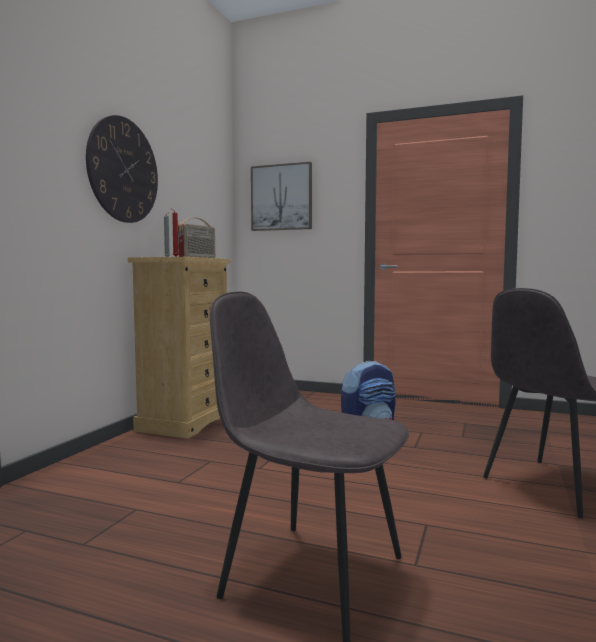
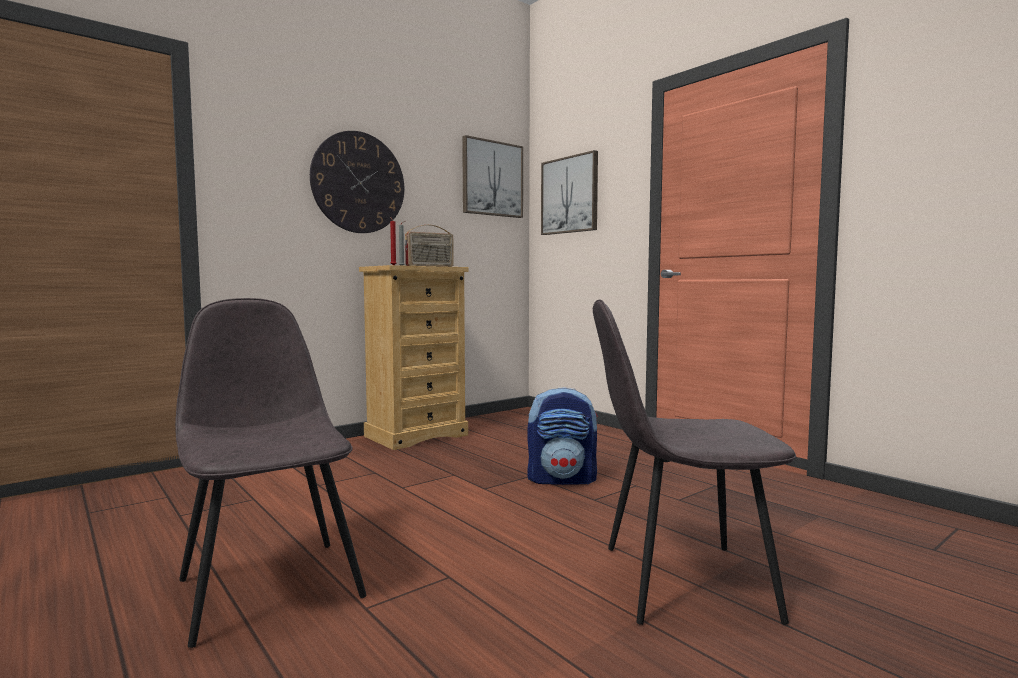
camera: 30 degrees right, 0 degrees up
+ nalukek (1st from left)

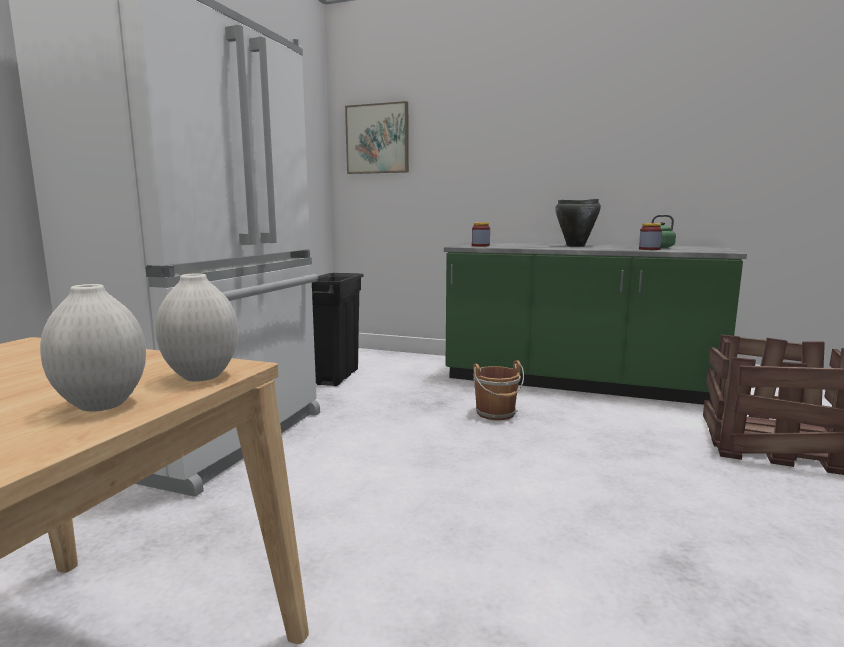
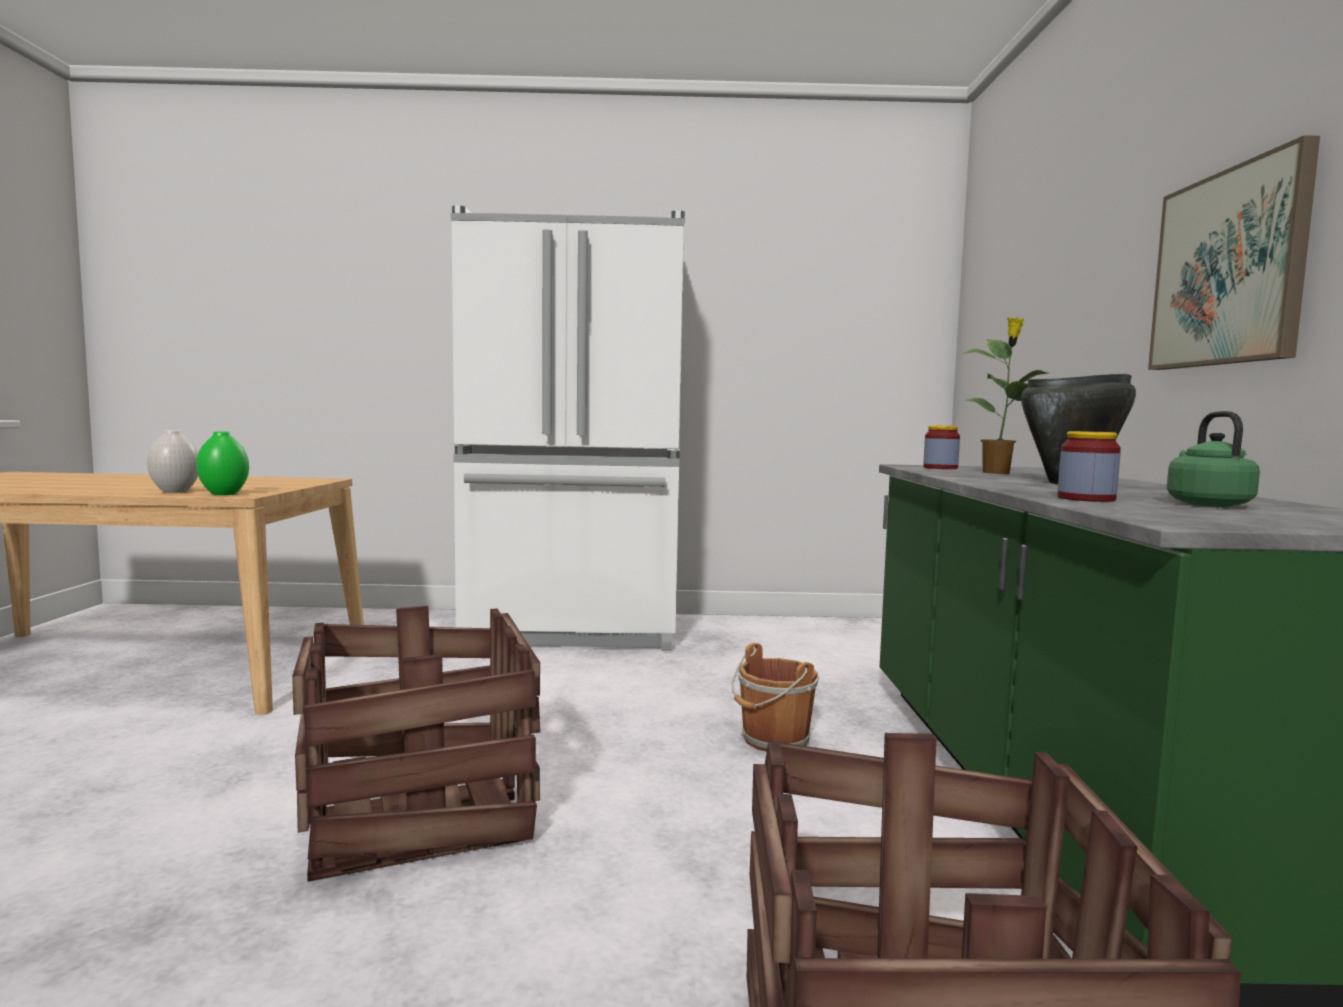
camera: 70 degrees right, 5 degrees down
- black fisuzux
+ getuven (1st from left)
+ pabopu
~ nalukek
~ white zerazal (2nd from left) to green zerazal

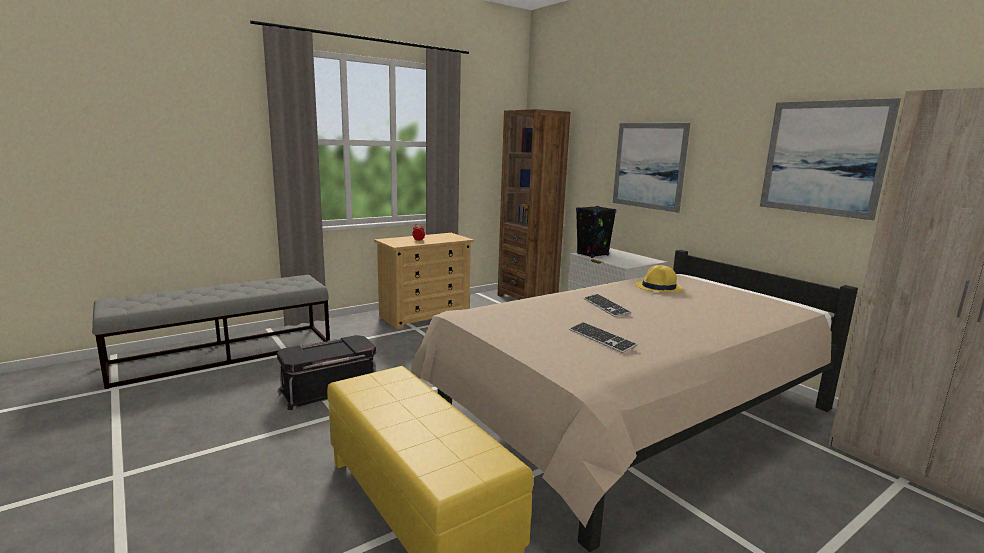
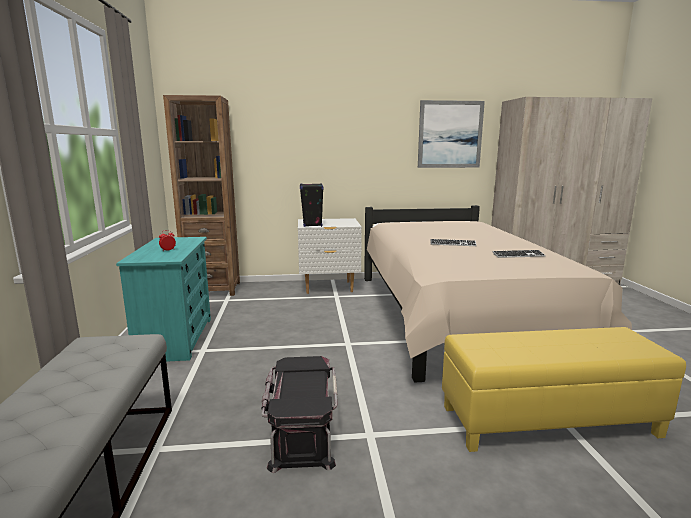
camera: 60 degrees left, 0 degrees up
- nalukek (1st from left)
- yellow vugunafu
~ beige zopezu to turquoise zopezu

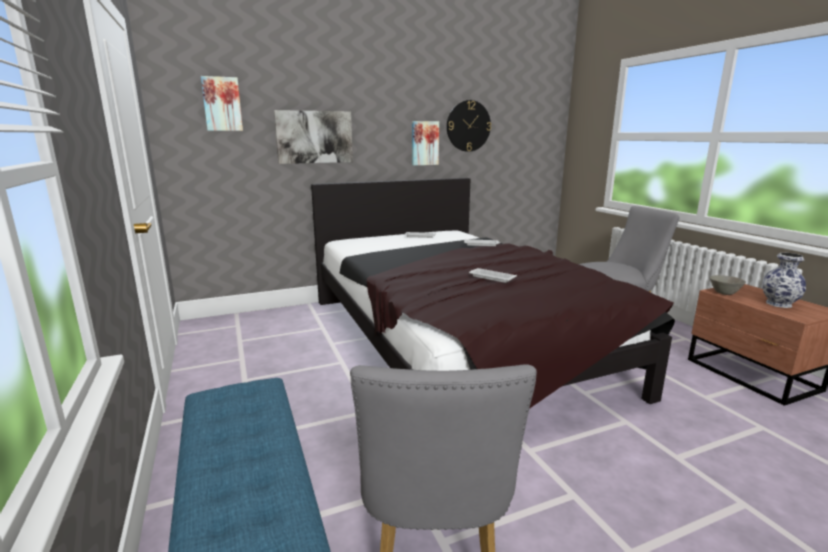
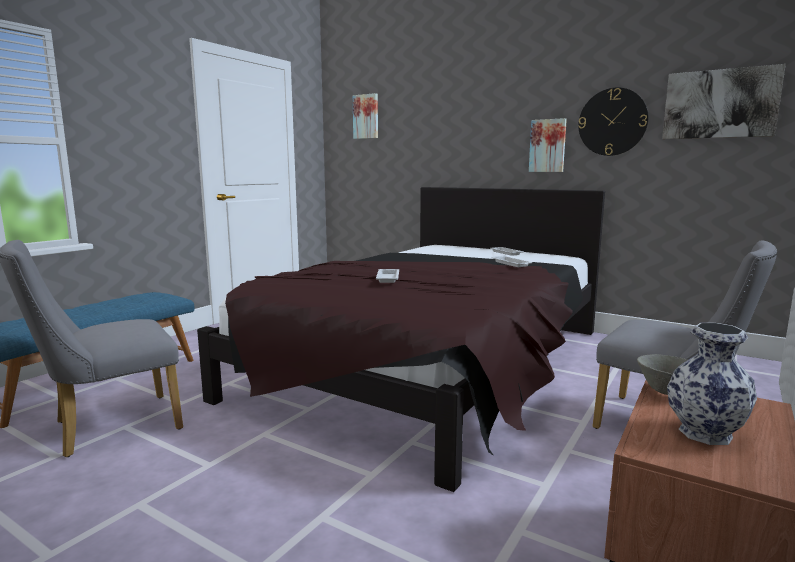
camera: 55 degrees right, 5 degrees down
~ nalukek (2nd from left in the first image) to nalukek (3rd from left)

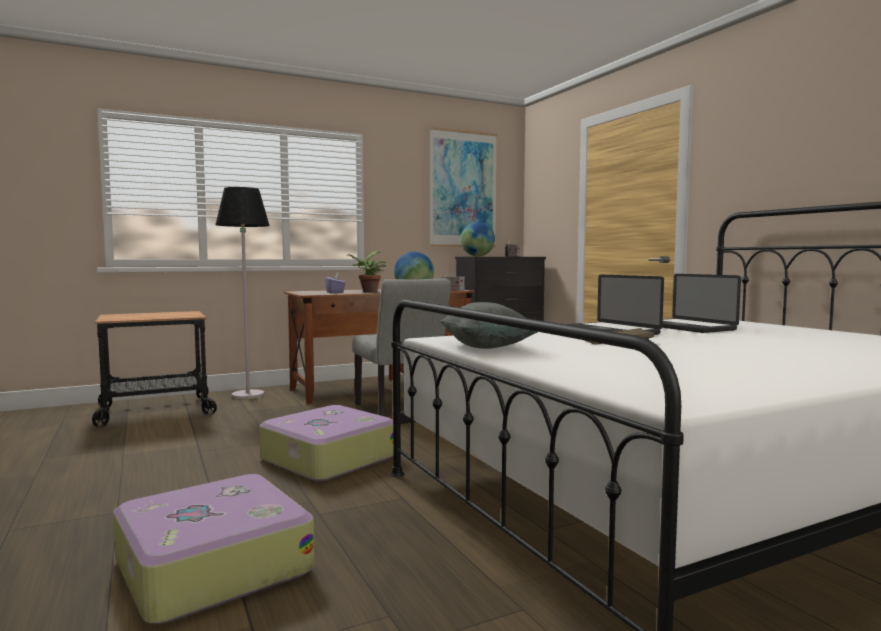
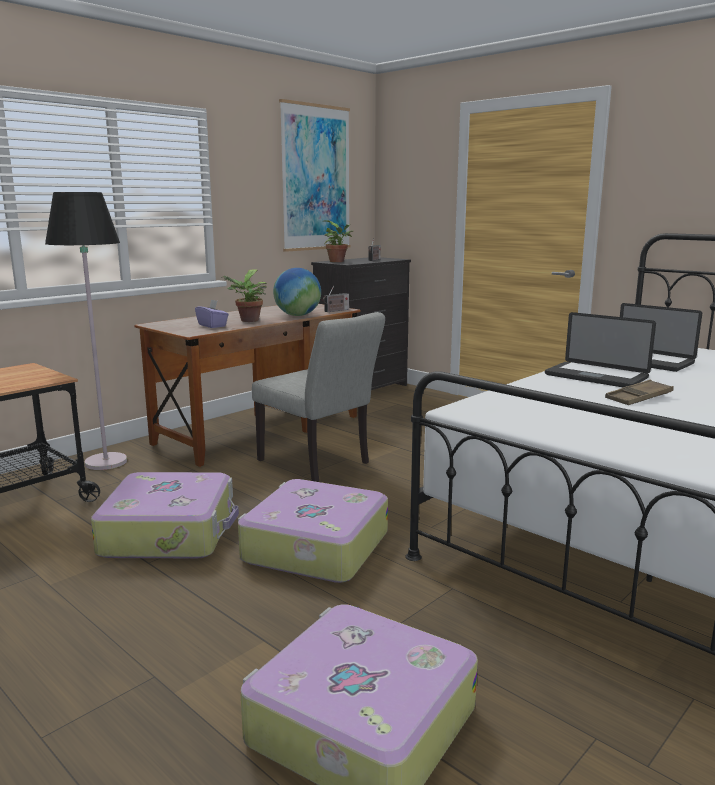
camera: 20 degrees left, 10 degrees up
- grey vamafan
+ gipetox (1st from left)
~ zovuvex (2nd from left) to pabopu (2nd from left)

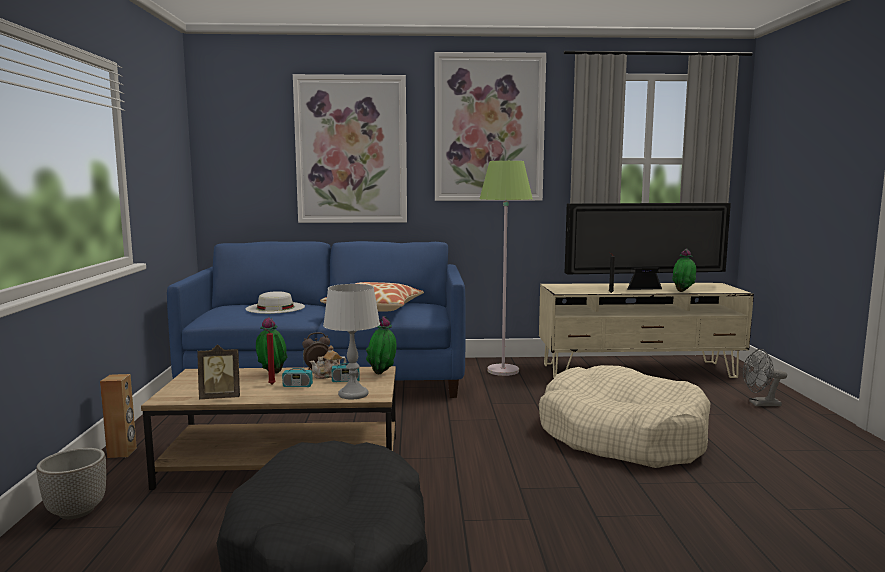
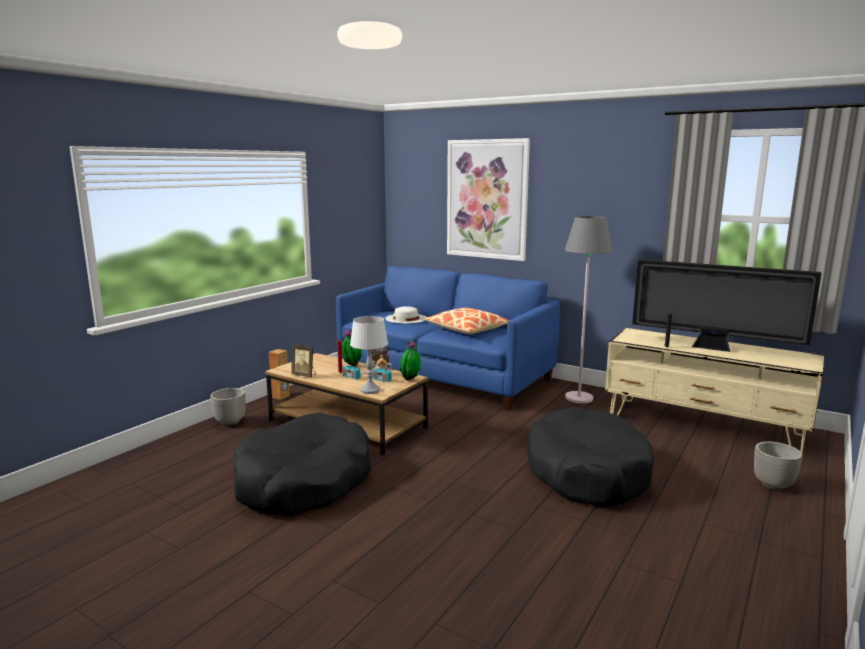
camera: 35 degrees right, 5 degrees up
- nalukek (2nd from left)
- pabopu (3rd from left)
~ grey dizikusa to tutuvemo (2nd from left)
~ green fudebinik to grey fudebinik
~ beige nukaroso to black nukaroso (2nd from left)

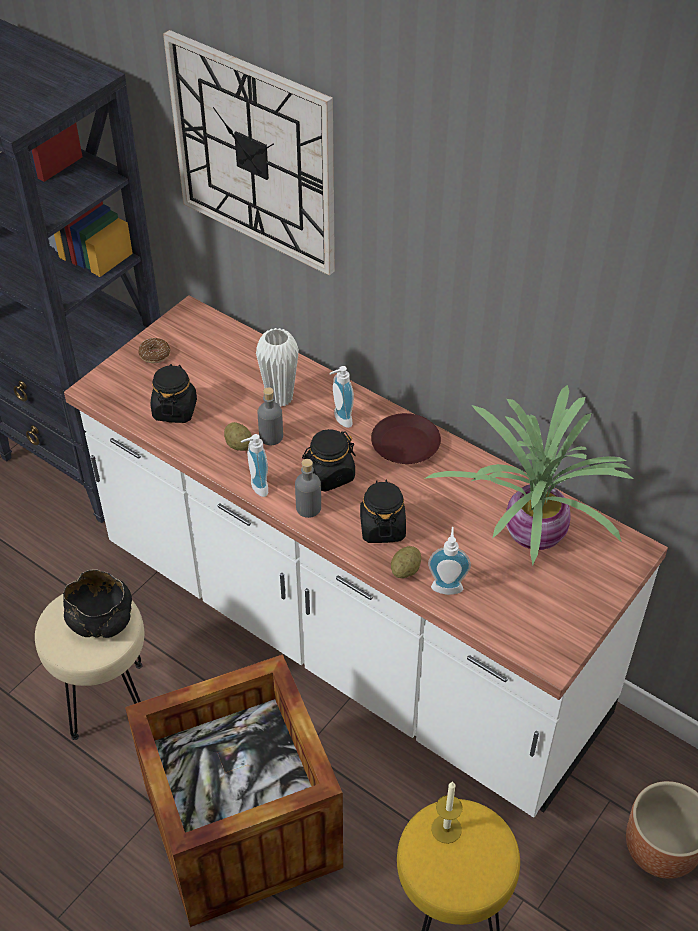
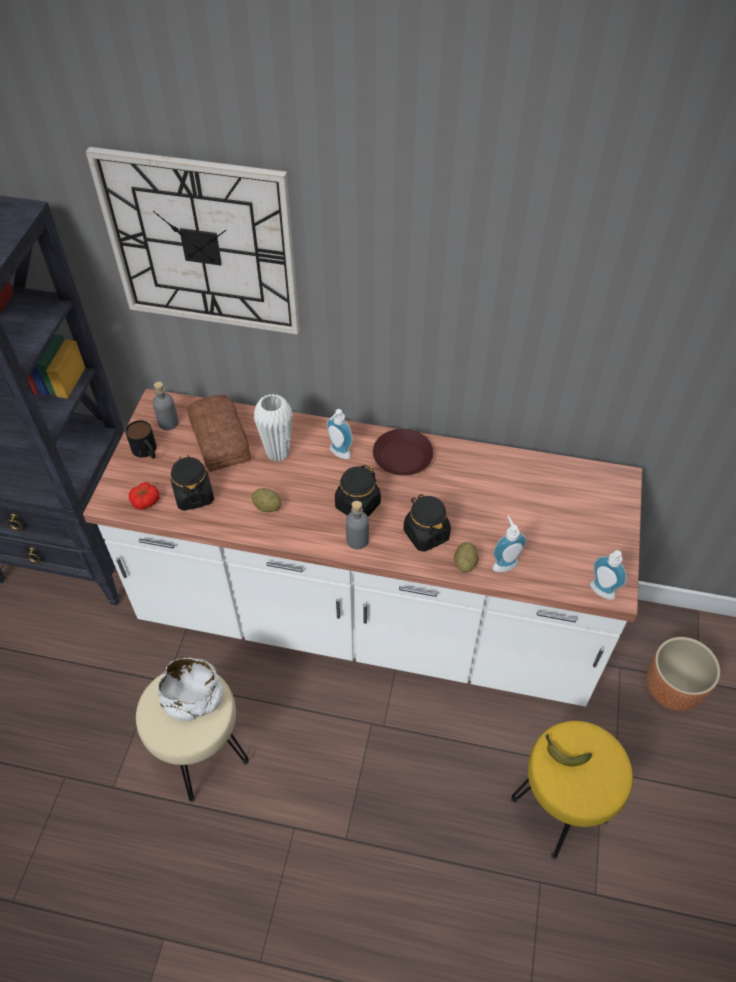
camera: 25 degrees left, 5 degrees up
- getuven
- pabopu
+ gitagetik
+ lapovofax
~ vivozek (1st from left in the first image) to vivozek (3rd from left)
~ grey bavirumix (1st from left)
~ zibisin to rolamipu
~ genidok to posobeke
~ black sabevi to white sabevi

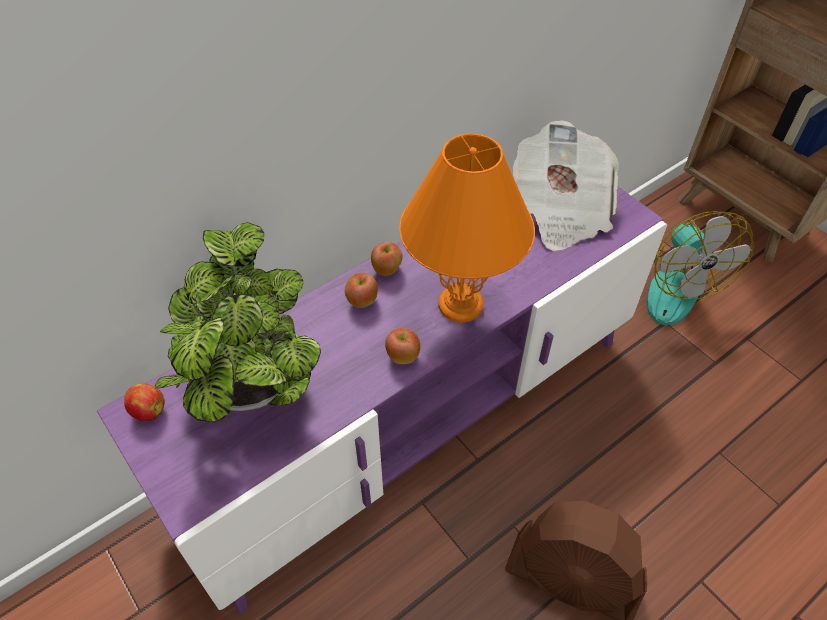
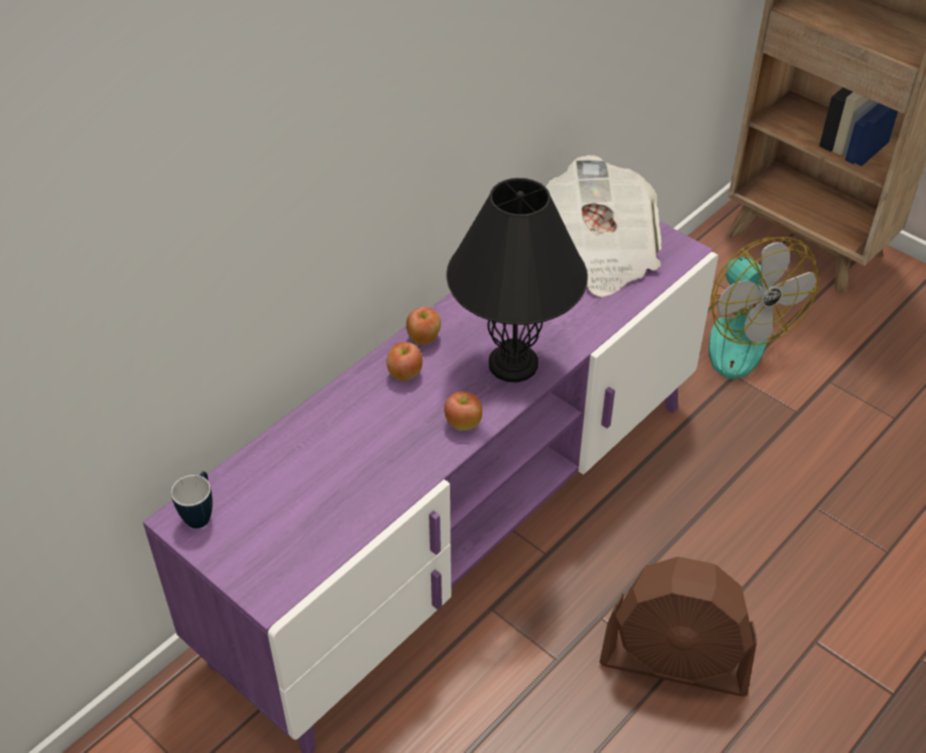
camera: 10 degrees left, 5 degrees down
- pabopu
~ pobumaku (1st from left) to rolamipu
~ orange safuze to black safuze

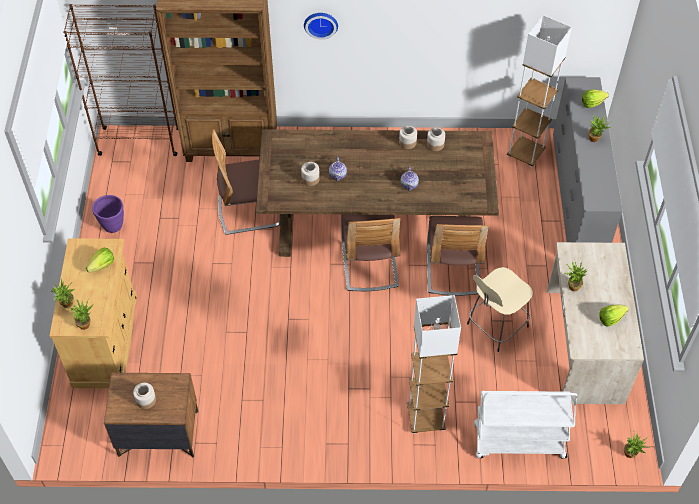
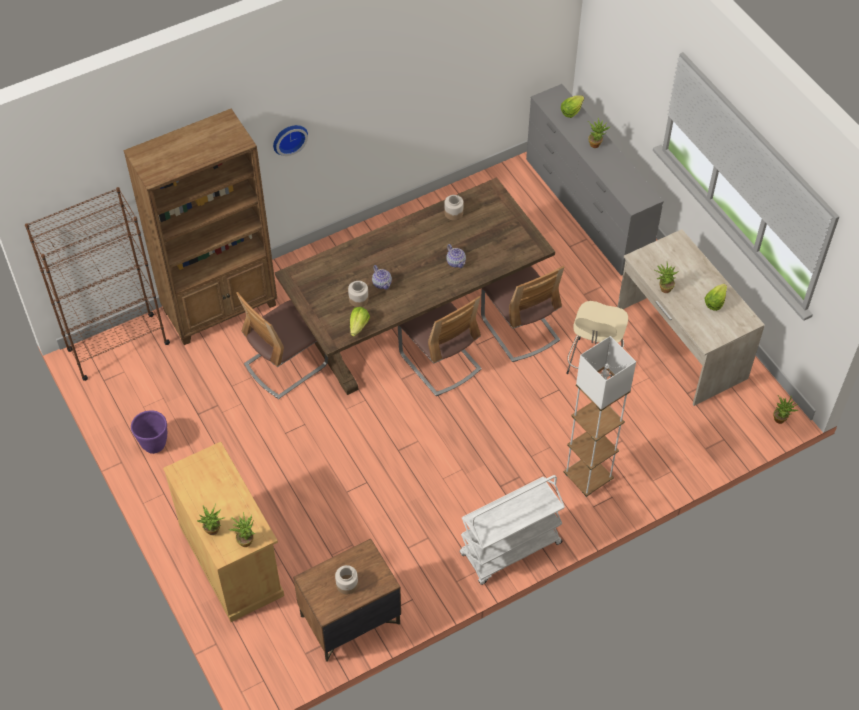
camera: 30 degrees left, 0 degrees up
- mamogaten (3rd from left)
- white fudebinik (2nd from left)
~ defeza (1st from left)
~ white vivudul

